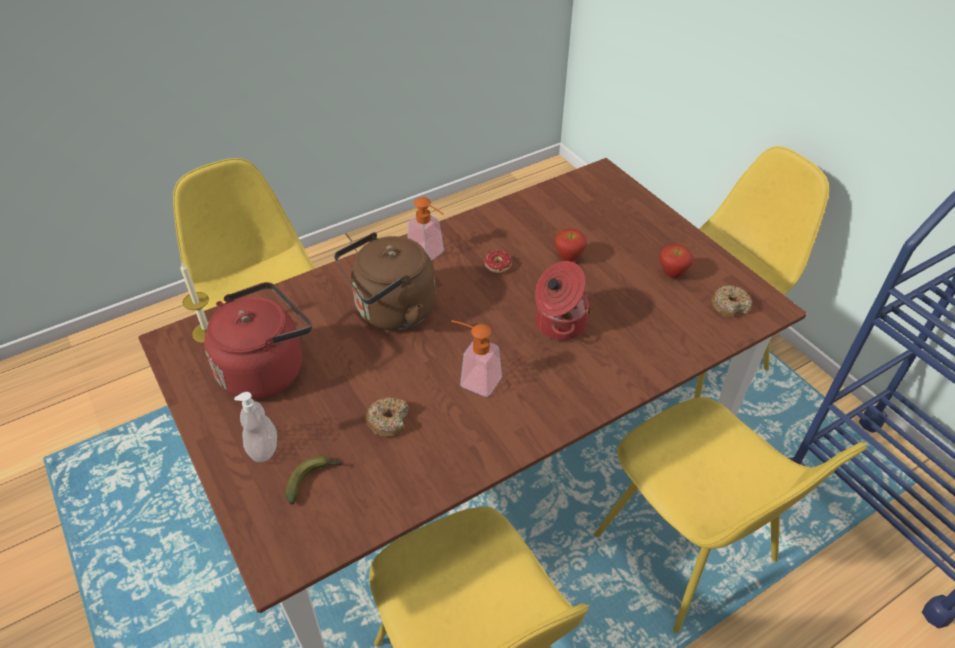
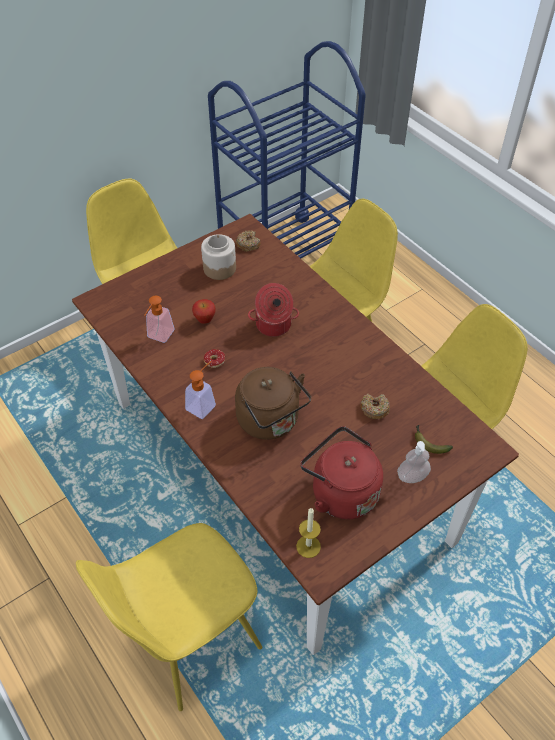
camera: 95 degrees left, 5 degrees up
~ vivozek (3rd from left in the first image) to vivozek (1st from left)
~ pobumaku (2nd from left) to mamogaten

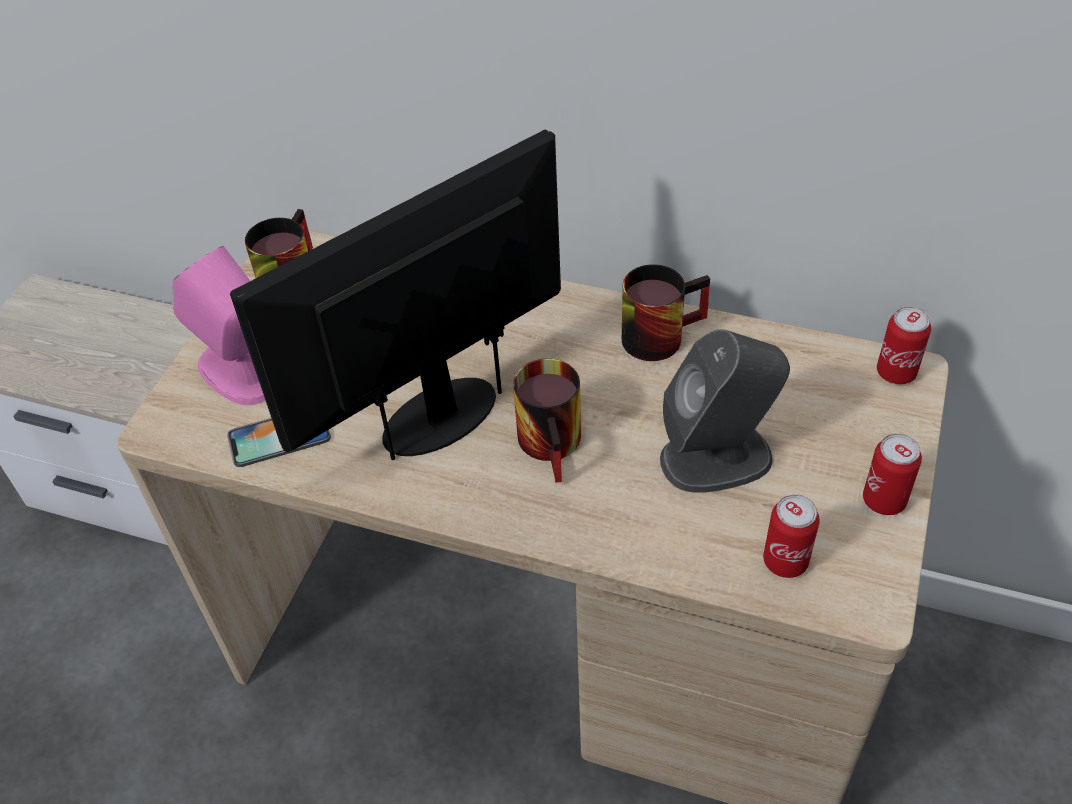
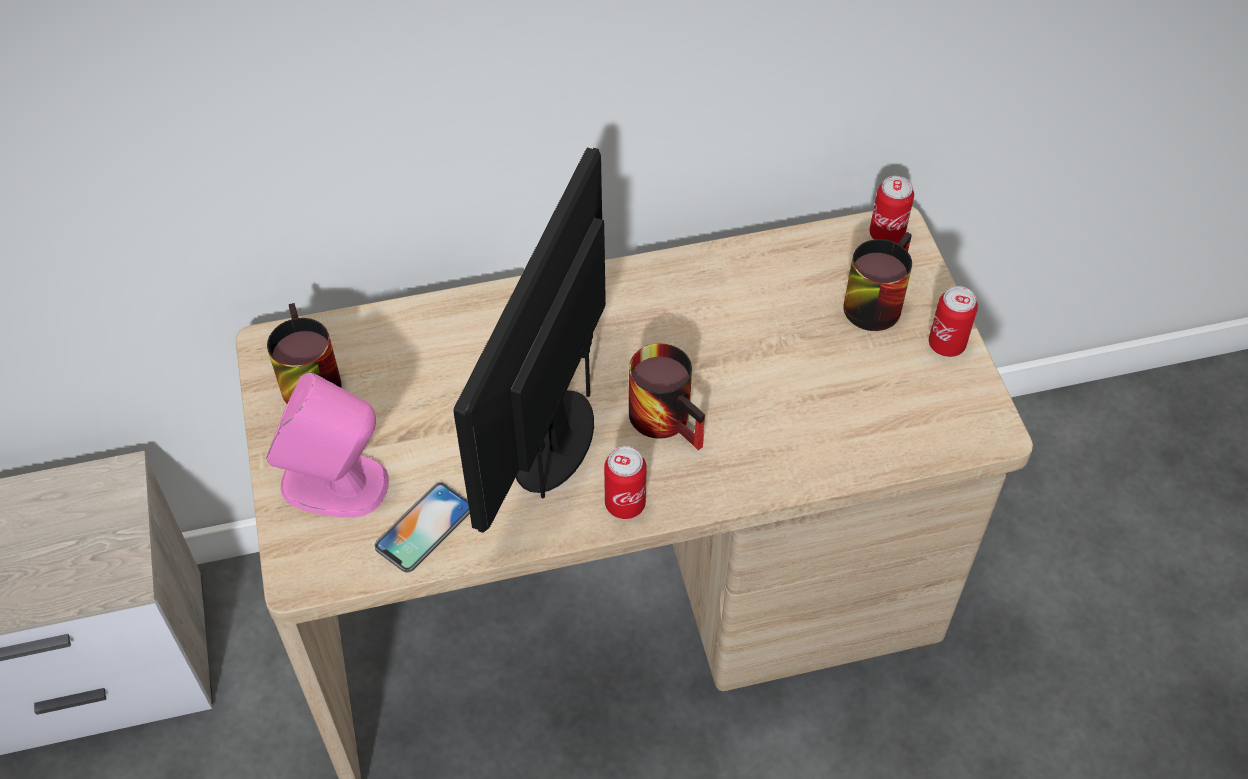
camera: 35 degrees left, 5 degrees up
- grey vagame
~ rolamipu (3rd from left)
~ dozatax (1st from left)

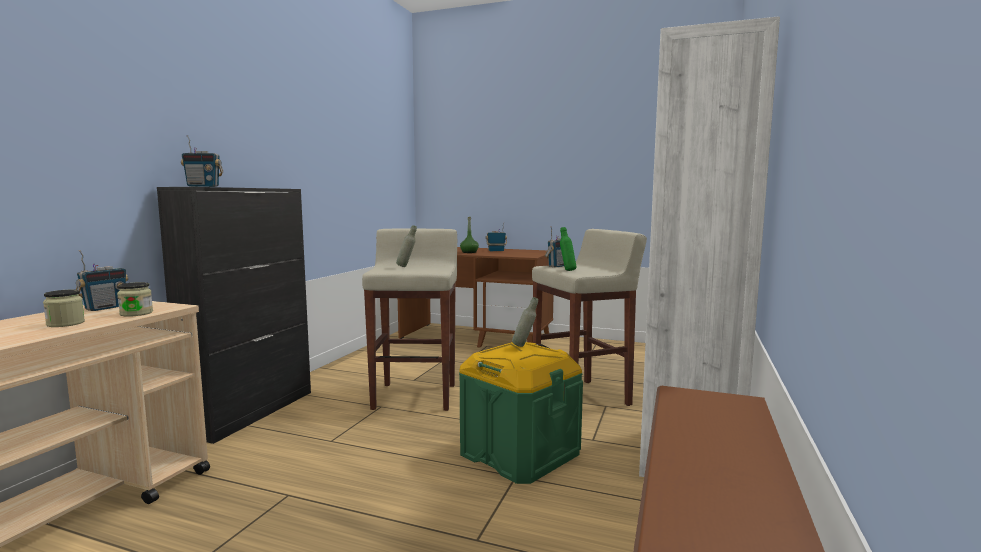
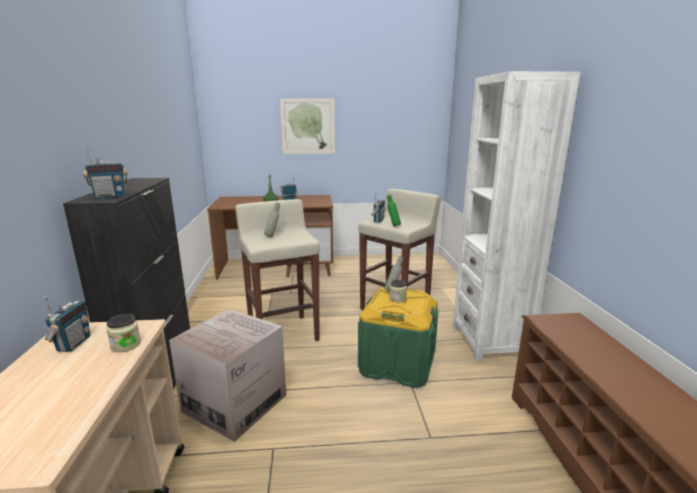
camera: 25 degrees left, 10 degrees up
+ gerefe
+ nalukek
~ mamogaten (1st from left in the first image) to mamogaten (2nd from left)

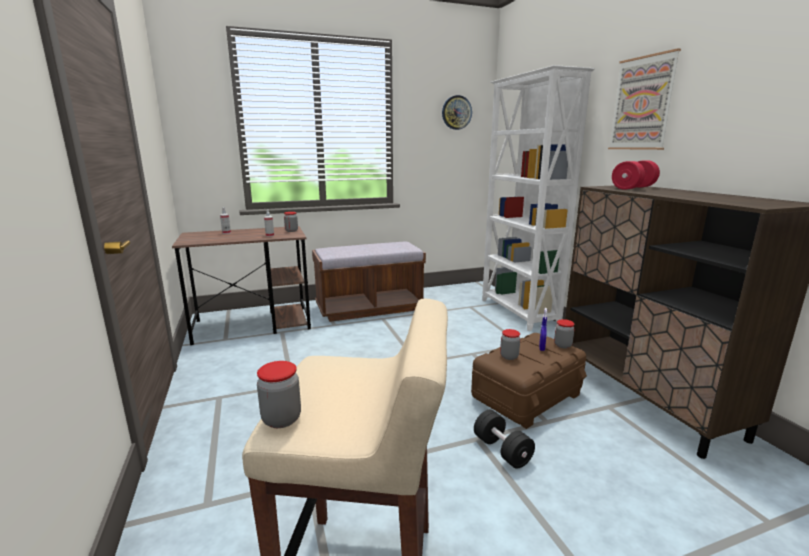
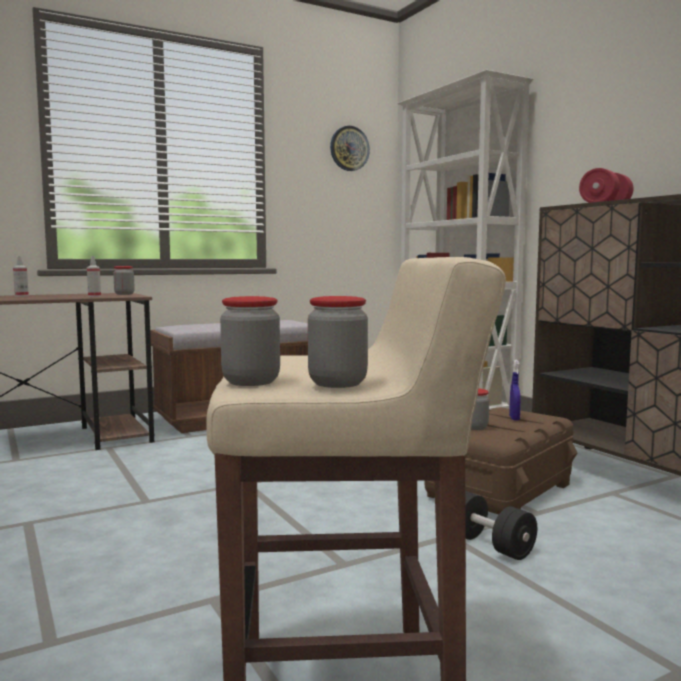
camera: 10 degrees left, 10 degrees down
- nalukek
~ mamogaten (4th from left in the first image) to mamogaten (3rd from left)

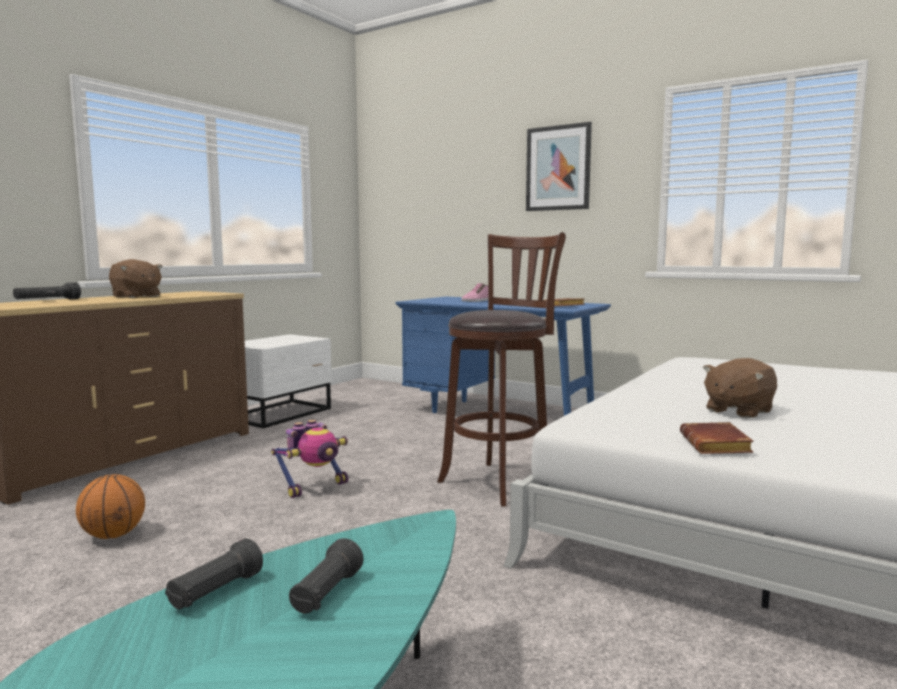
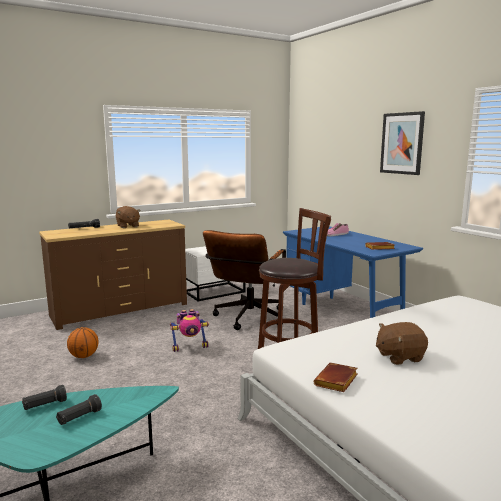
camera: 25 degrees right, 5 degrees up
+ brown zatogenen

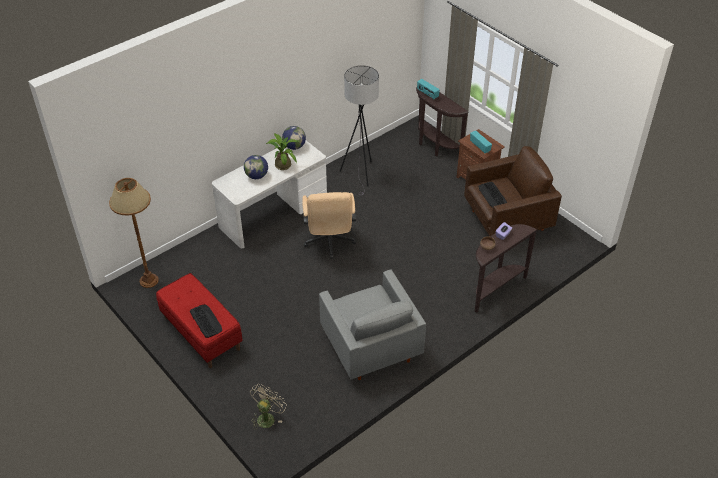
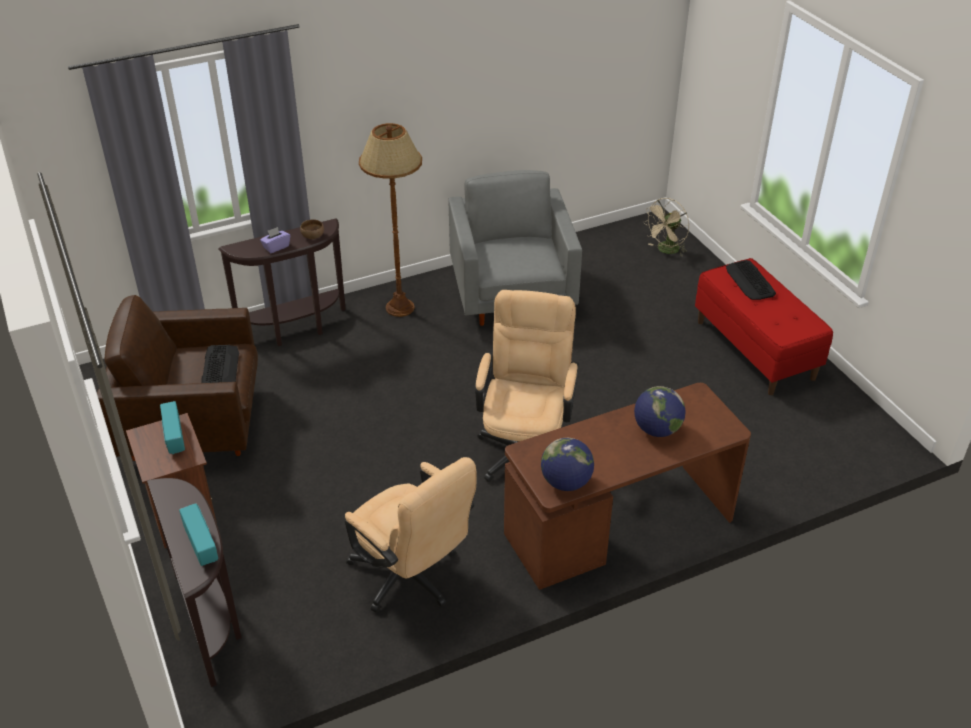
camera: 165 degrees left, 5 degrees down
- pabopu
~ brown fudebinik
~ grey fudebinik to beige zatogenen (1st from left)
~ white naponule to brown naponule

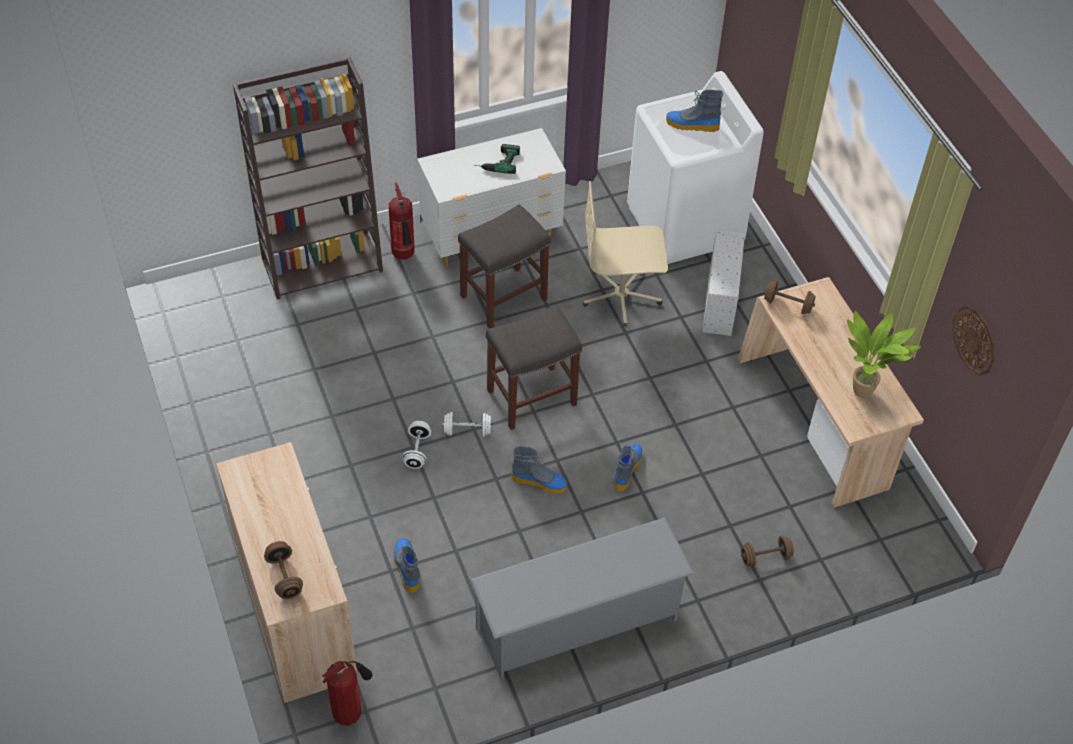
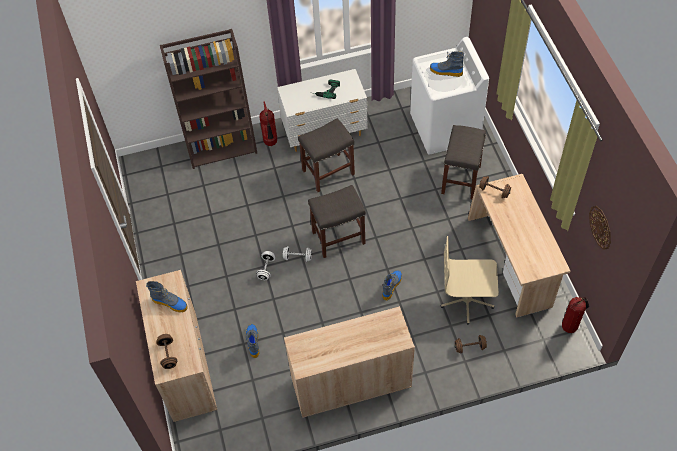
camera: 10 degrees right, 5 degrees up
- pabopu
~ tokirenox (1st from left in the first image) to tokirenox (2nd from left)
~ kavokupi (2nd from left in the first image) to kavokupi (1st from left)
~ beige zatogenen
~ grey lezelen to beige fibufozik (2nd from left)
~ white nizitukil to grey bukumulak (3rd from left)

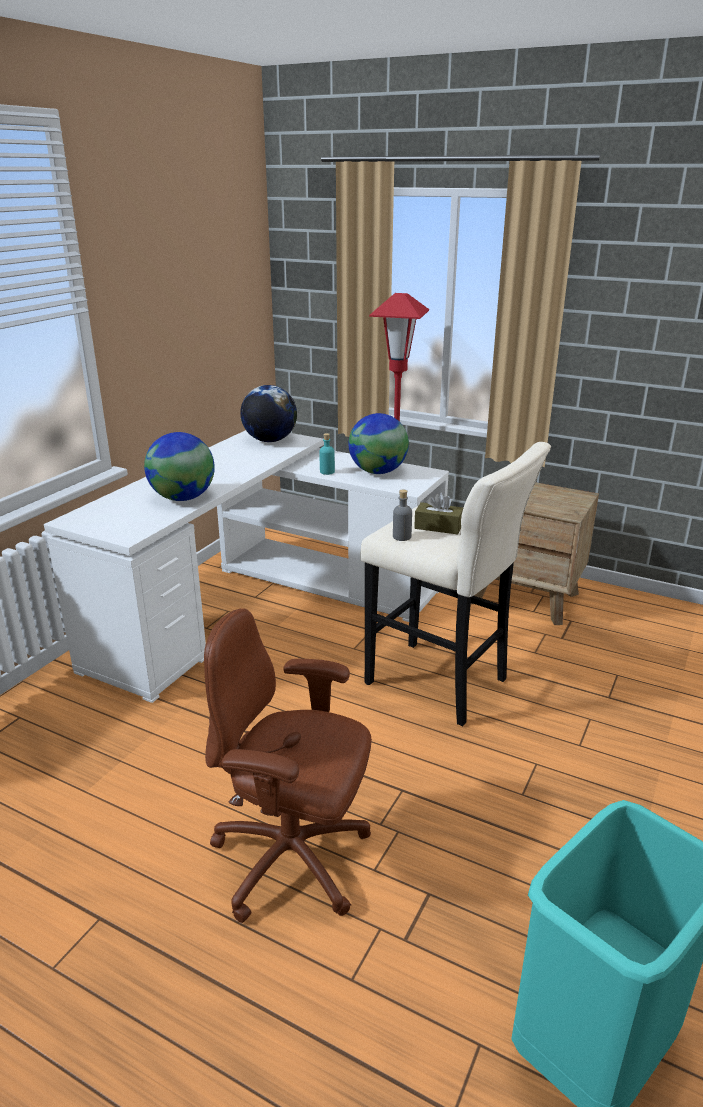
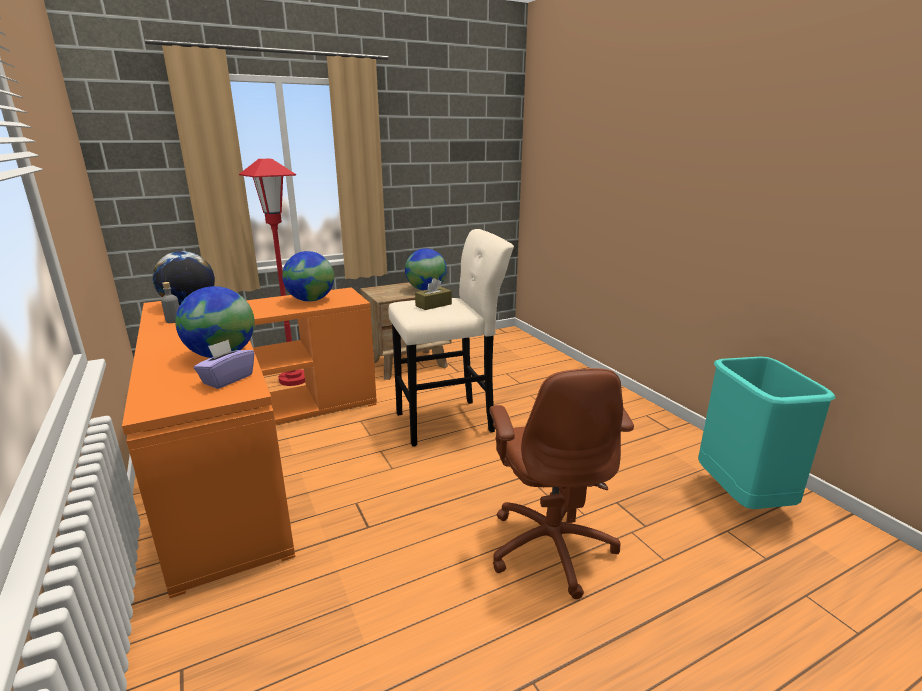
camera: 55 degrees left, 5 degrees down
- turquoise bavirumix
+ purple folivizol
+ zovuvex (4th from left)
~ grey bavirumix
~ white naponule to orange naponule
~ brown zatogenen 60 degrees counterclockwise

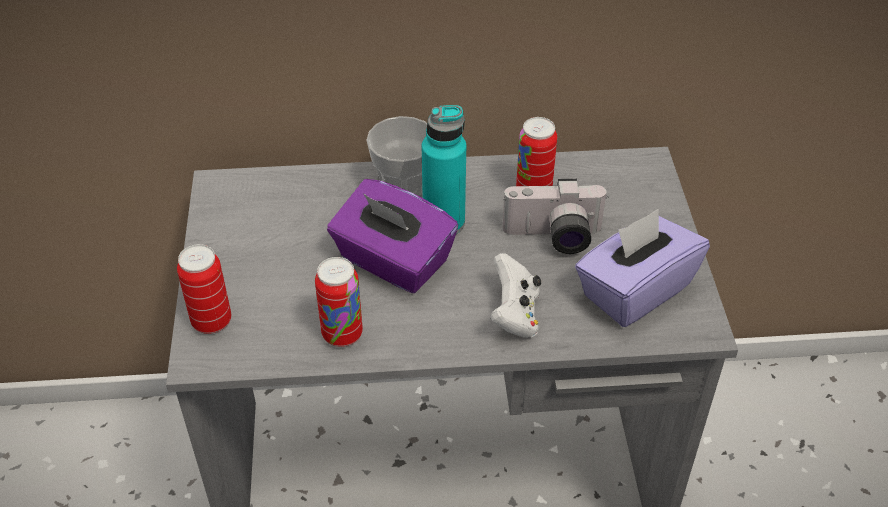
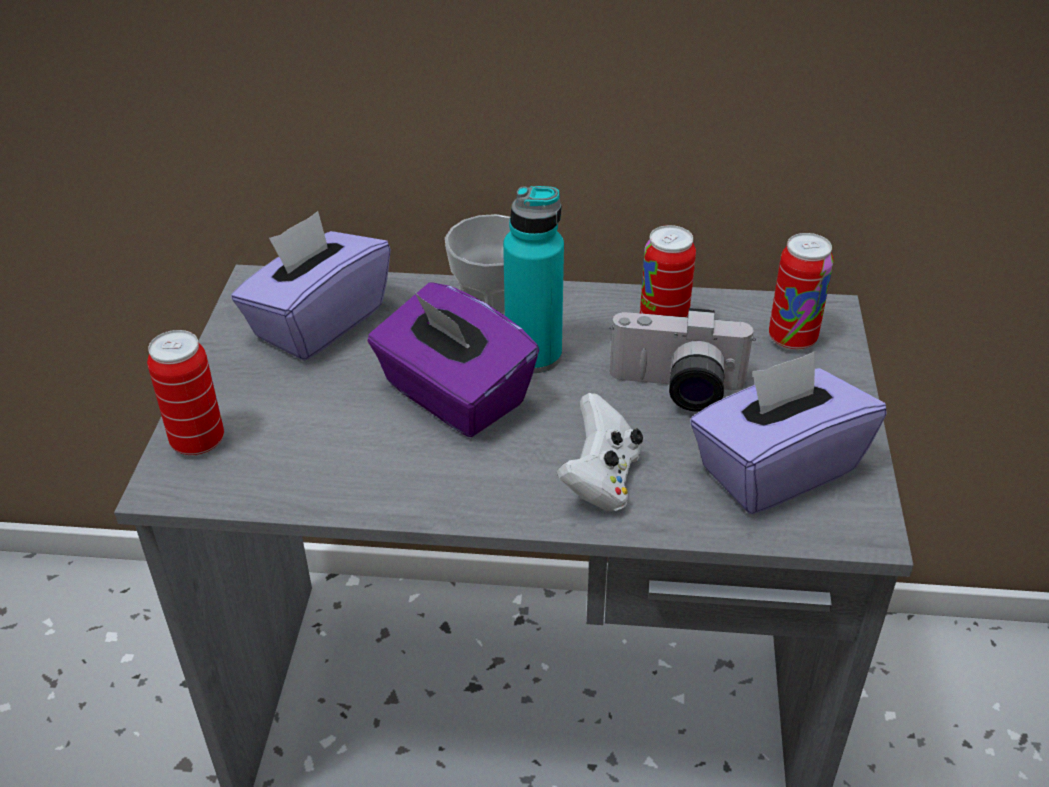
camera: 10 degrees right, 5 degrees down
+ purple folivizol (1st from left)
~ dozatax (2nd from left in the first image) to dozatax (3rd from left)

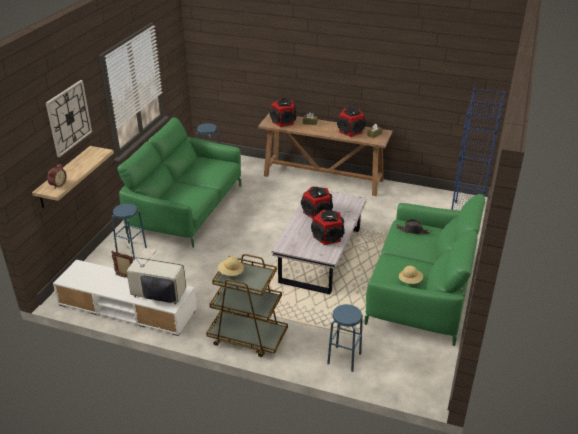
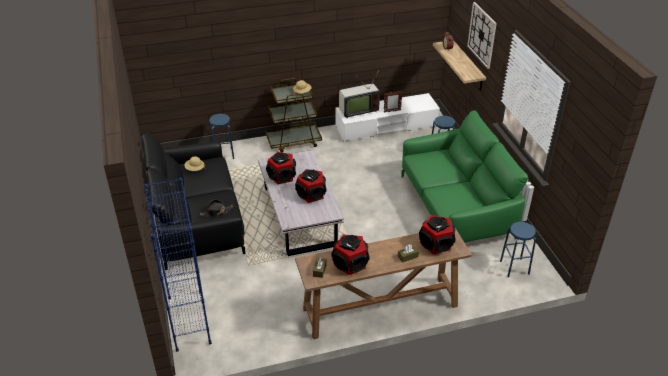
camera: 145 degrees right, 5 degrees up
~ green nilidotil (2nd from left) to black nilidotil

